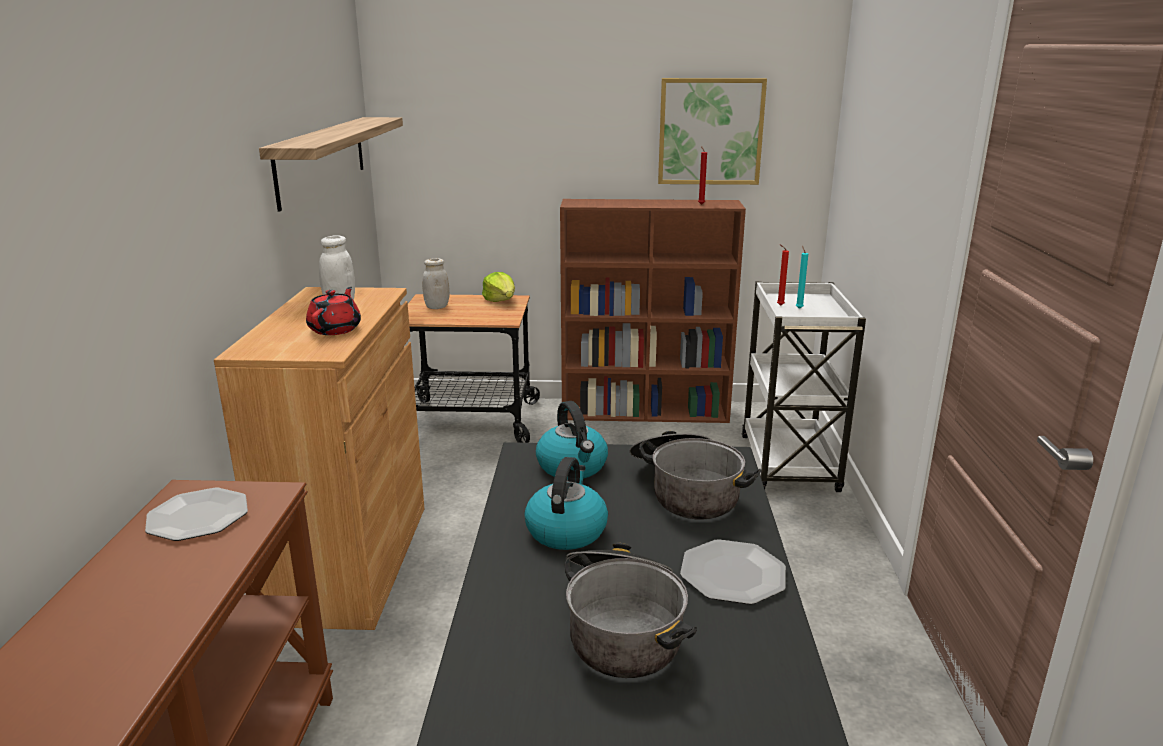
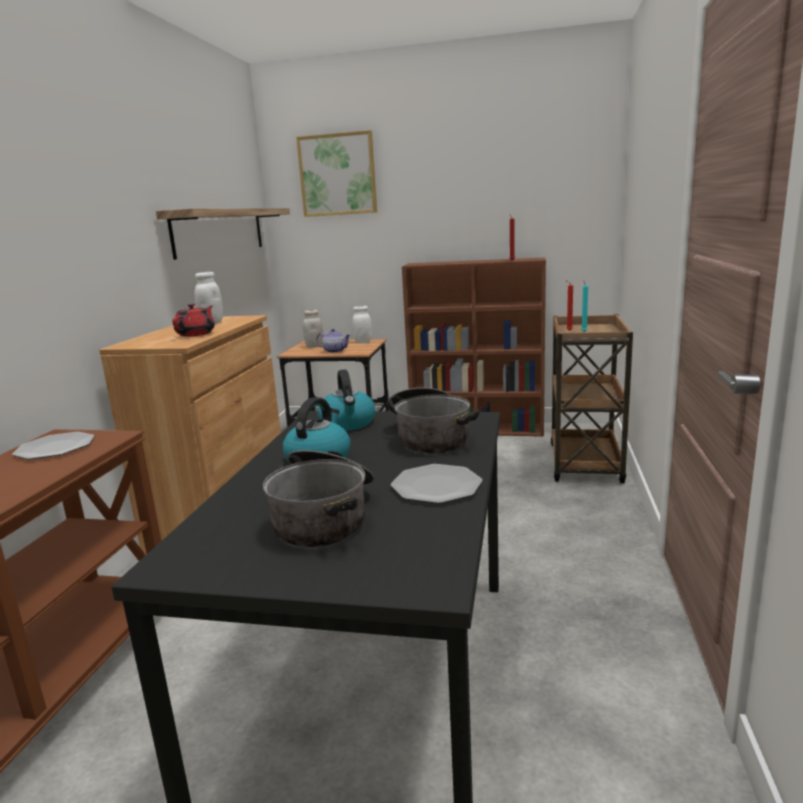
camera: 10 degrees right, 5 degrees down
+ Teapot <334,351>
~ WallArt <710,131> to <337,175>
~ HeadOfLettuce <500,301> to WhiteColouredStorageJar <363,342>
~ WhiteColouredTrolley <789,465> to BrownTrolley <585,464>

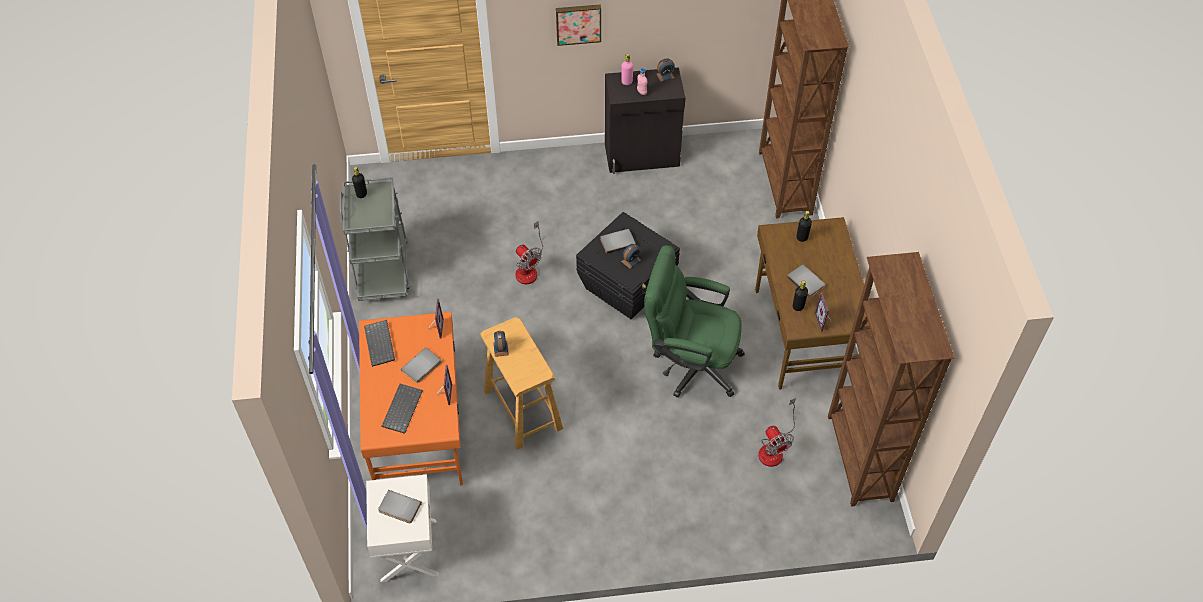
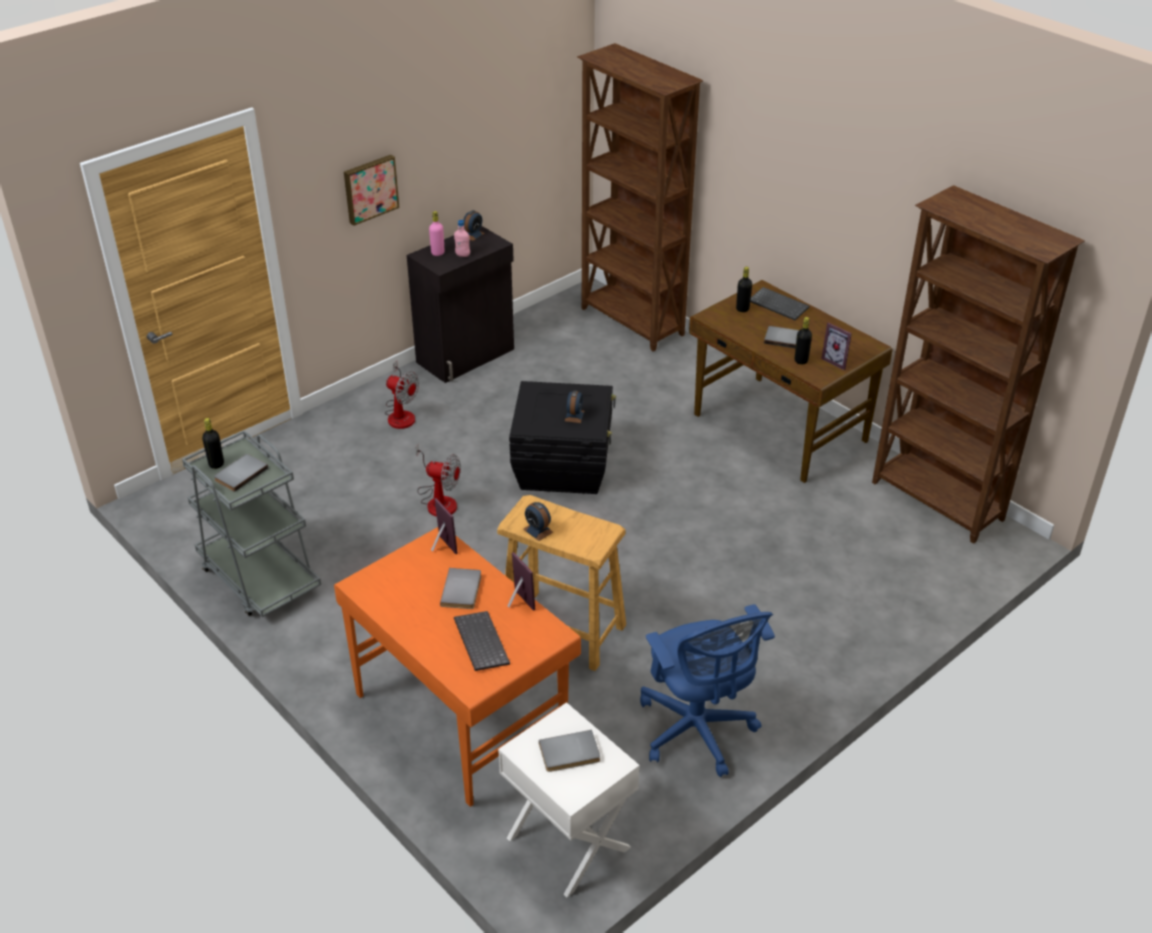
camera: 35 degrees left, 15 degrees down
- GreenComputerChair <690,363>
+ BluishComputerChair <698,732>
~ ComputerKeyboard <380,344> to <779,305>
~ GrayBook <617,241> to <240,473>
~ Fan <774,448> to <401,414>

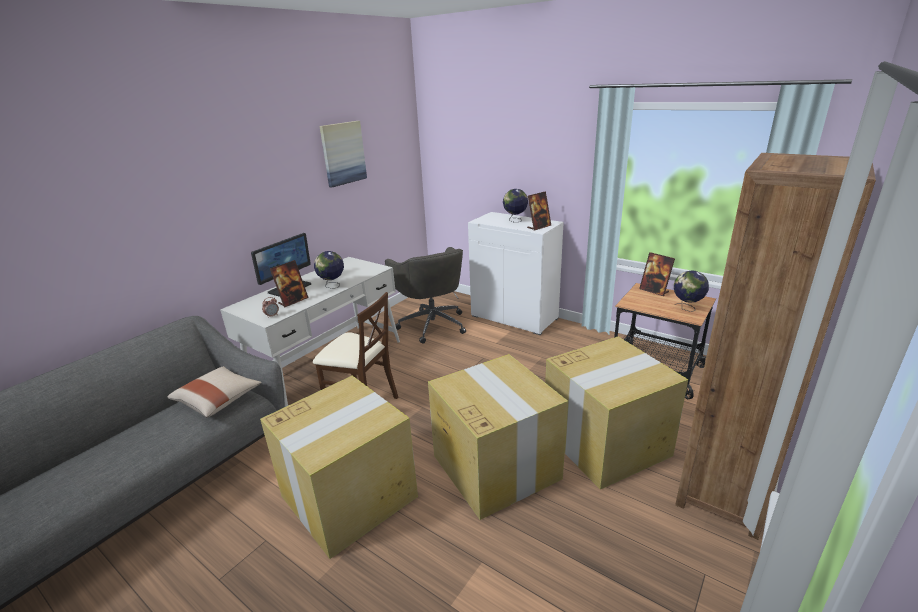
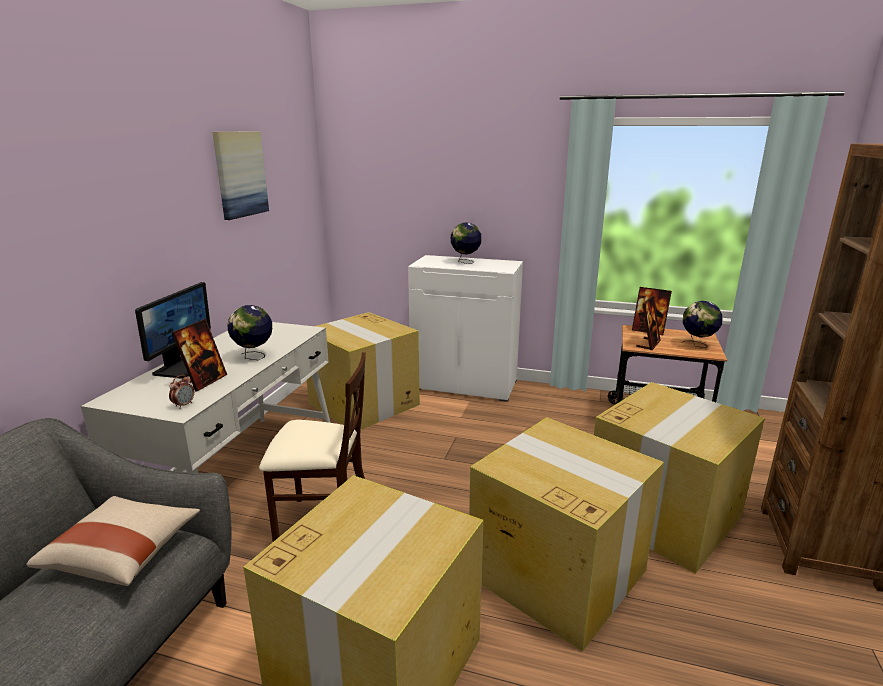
camera: 20 degrees left, 5 degrees down
~ PhotoFrame <539,227> to <648,344>
~ GrayComputerChair <432,324> to Carton <364,404>

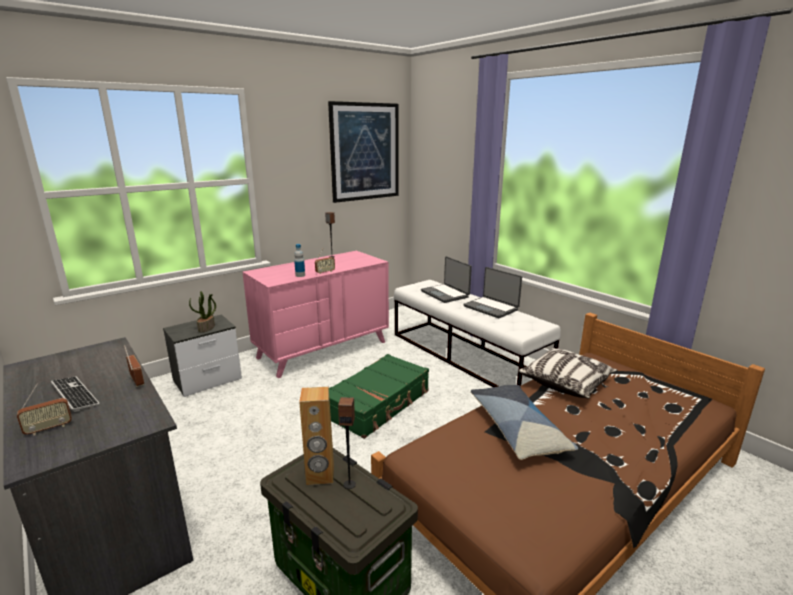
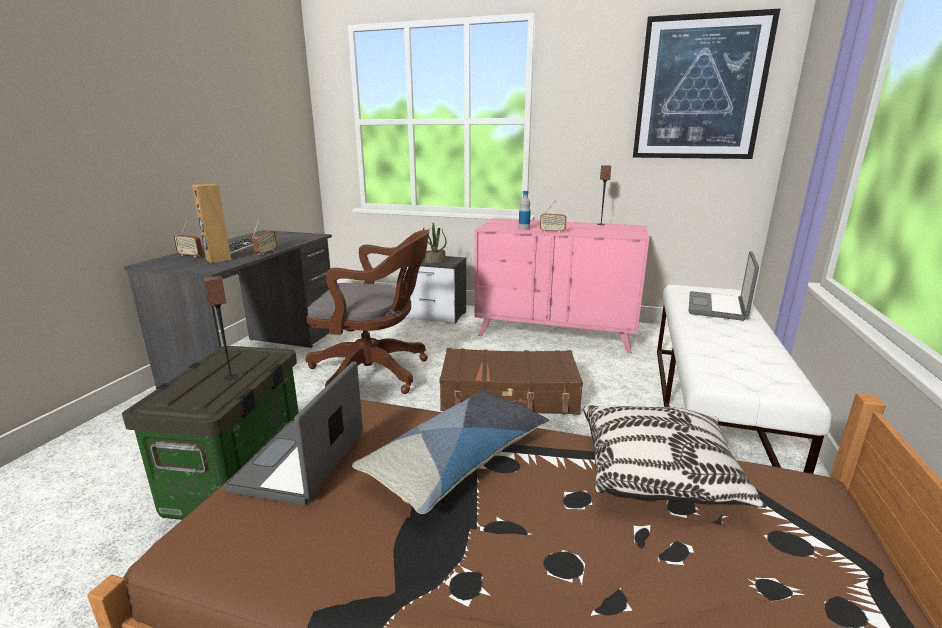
camera: 55 degrees right, 0 degrees up
+ BrownComputerChair <375,373>
~ BrownSpeaker <320,476> to <218,259>
~ Laptop <491,308> to <302,462>
~ GreenPieceOfLuggage <378,404> to BrownPieceOfLuggage <509,396>

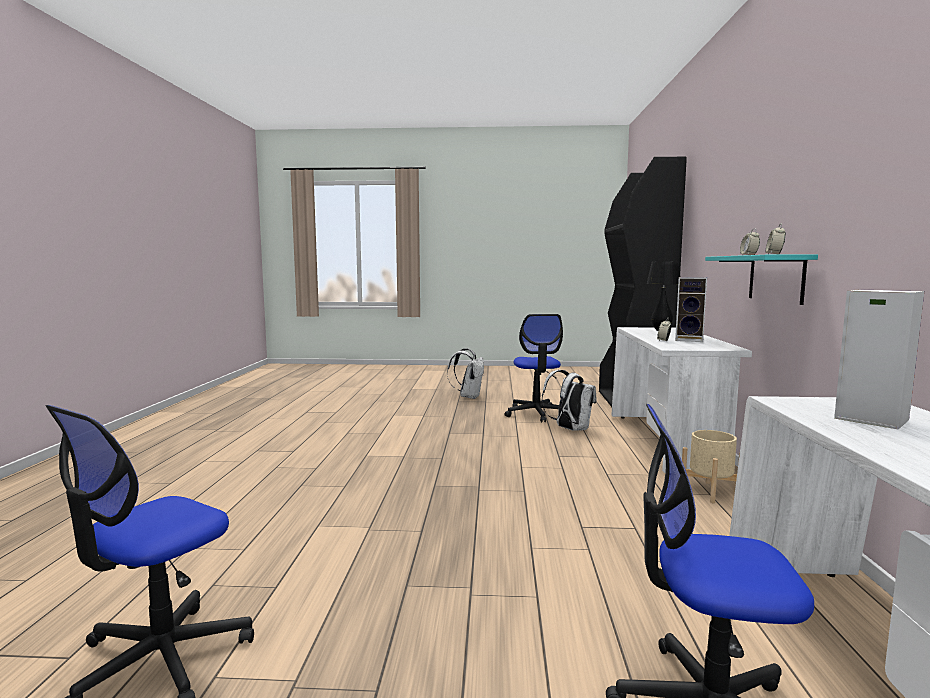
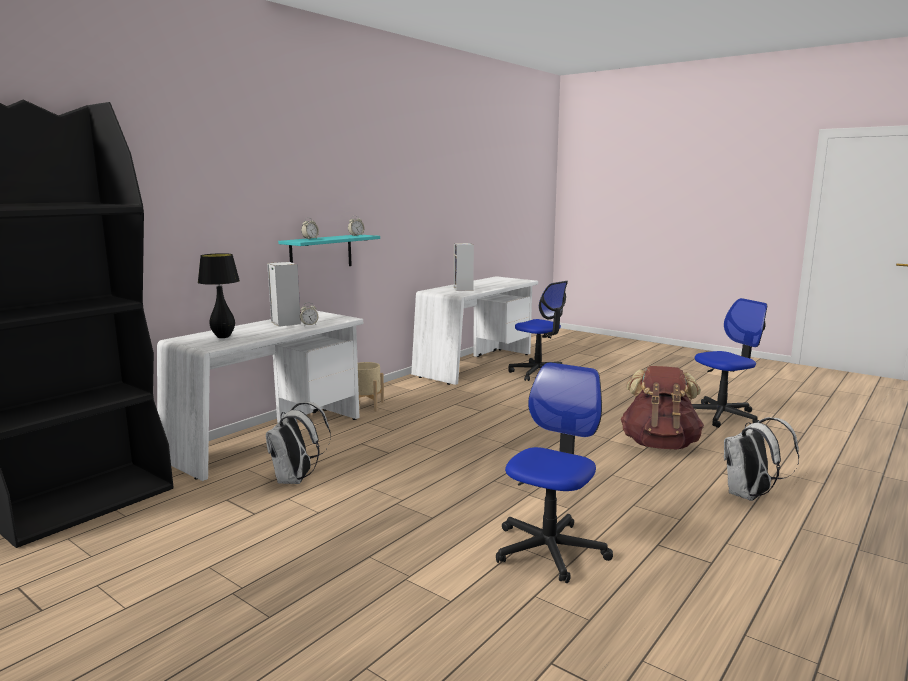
camera: 145 degrees left, 5 degrees up
+ BrownBackpack <659,444>
~ WhiteColouredBackpack <469,396> to <750,496>
~ ComputerChair <536,414> to <549,550>

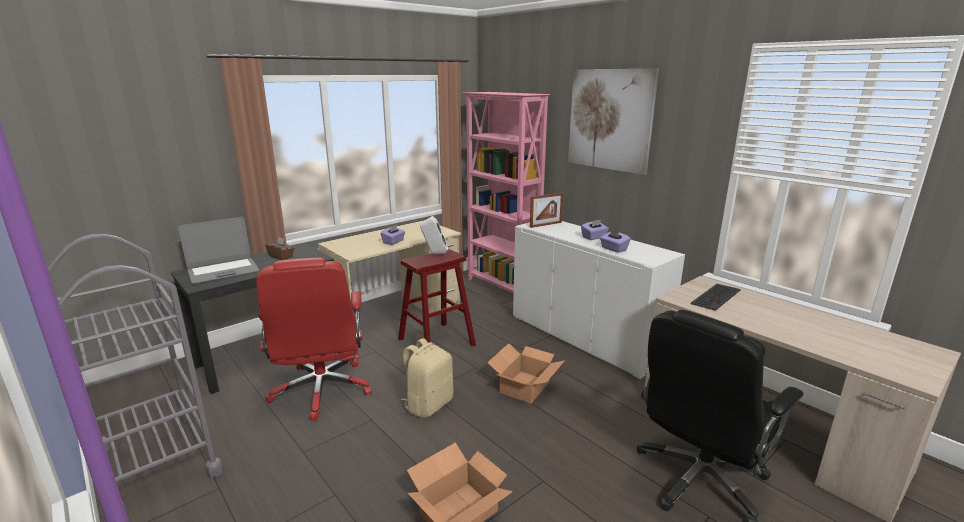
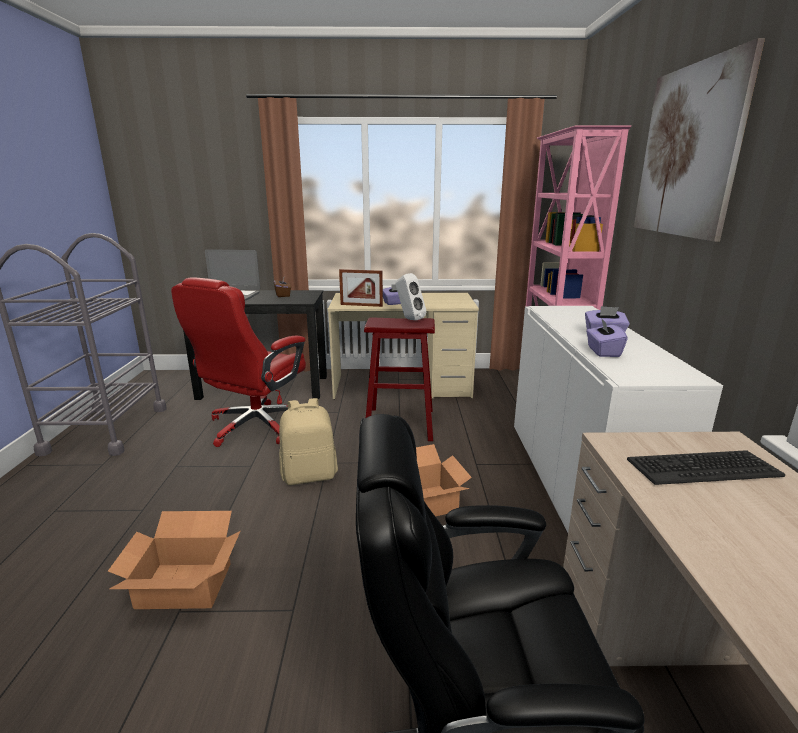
camera: 40 degrees right, 0 degrees up
~ PhotoFrame <545,225> to <361,305>

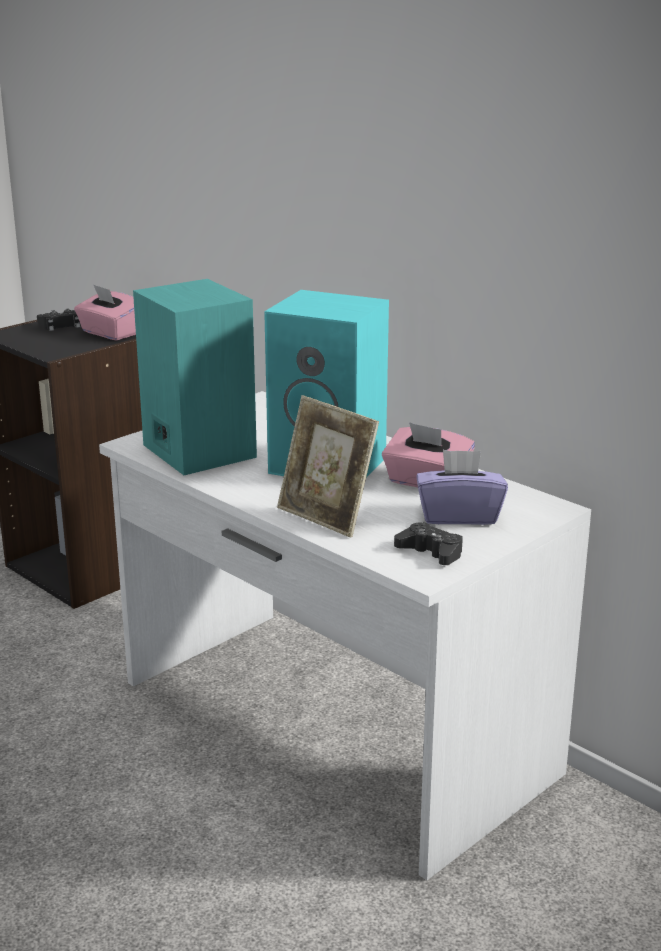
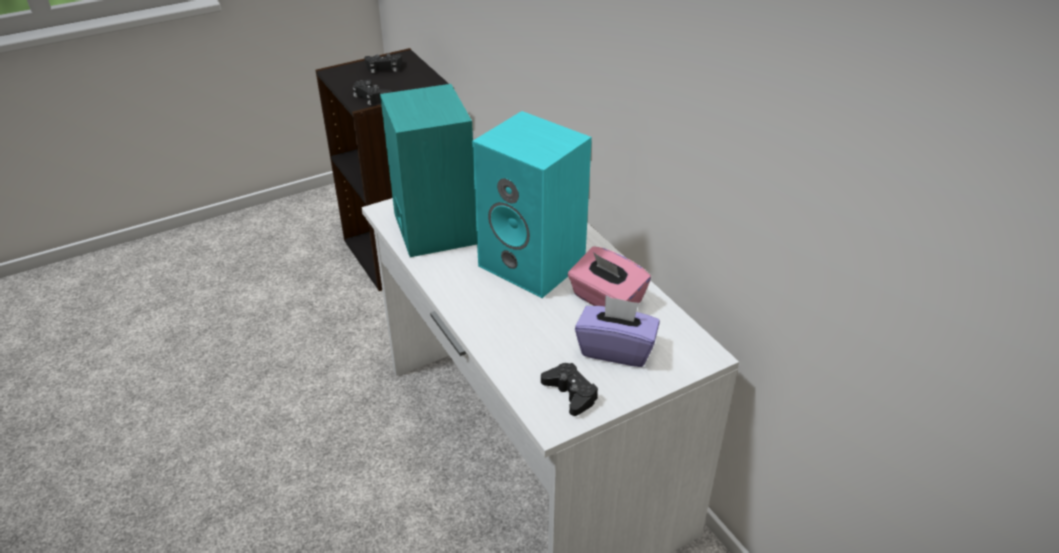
camera: 15 degrees right, 15 degrees up
- PinkishTissueBox <110,333>
- PhotoFrame <326,517>
+ BlackGamepad <371,96>

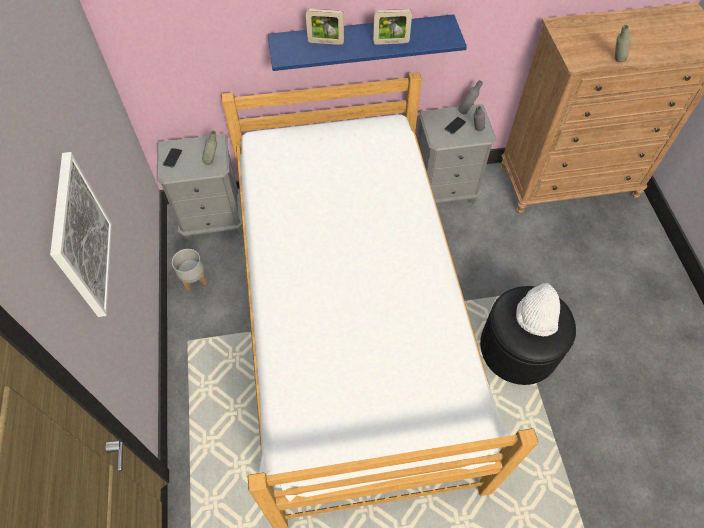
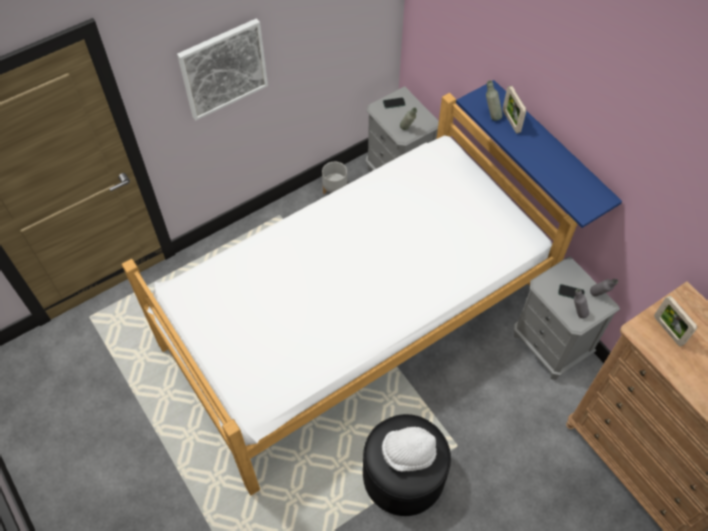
camera: 65 degrees right, 0 degrees up
~ PhotoFrame <391,42> to <668,330>
~ GrayBottle <615,61> to <491,116>

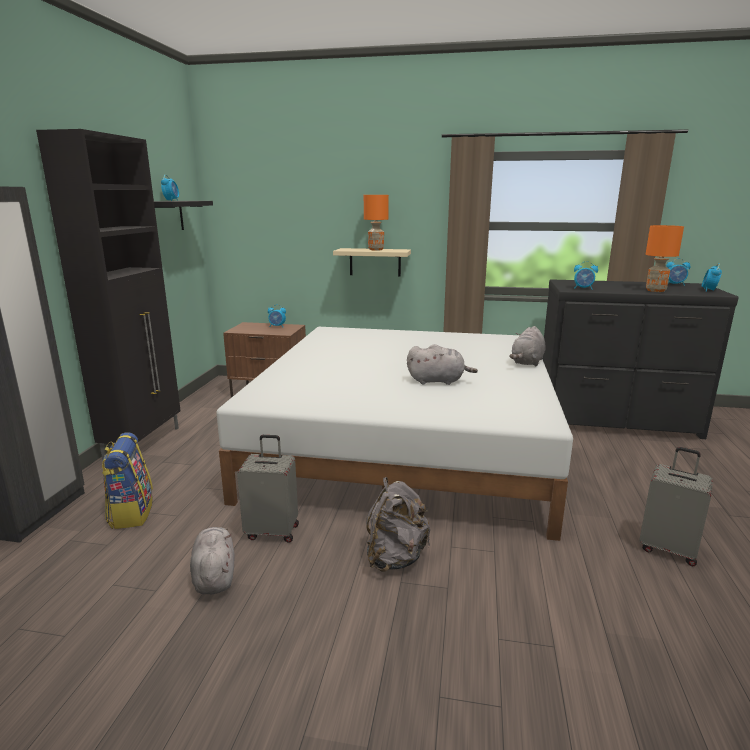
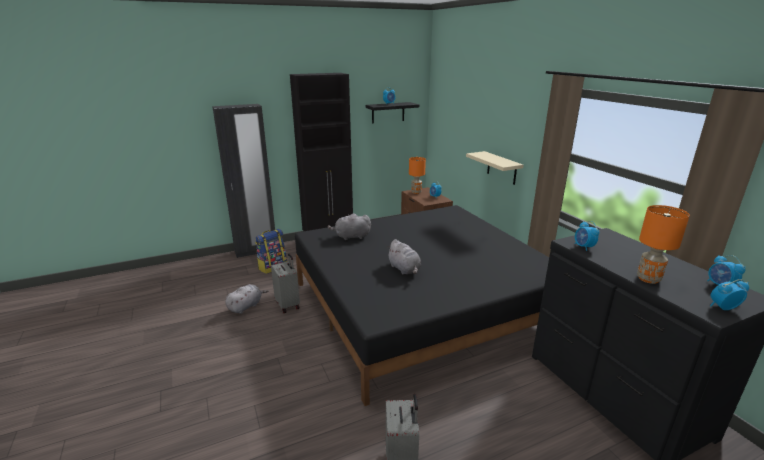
camera: 55 degrees right, 5 degrees up
- GrayBackpack <395,557>
~ OrangeTabletopLamp <375,249> to <416,192>
~ GrayCuddlyToy <527,362> to <351,237>
~ WhiteColouredSleepingBed <406,443> to BlackSleepingBed <422,306>

